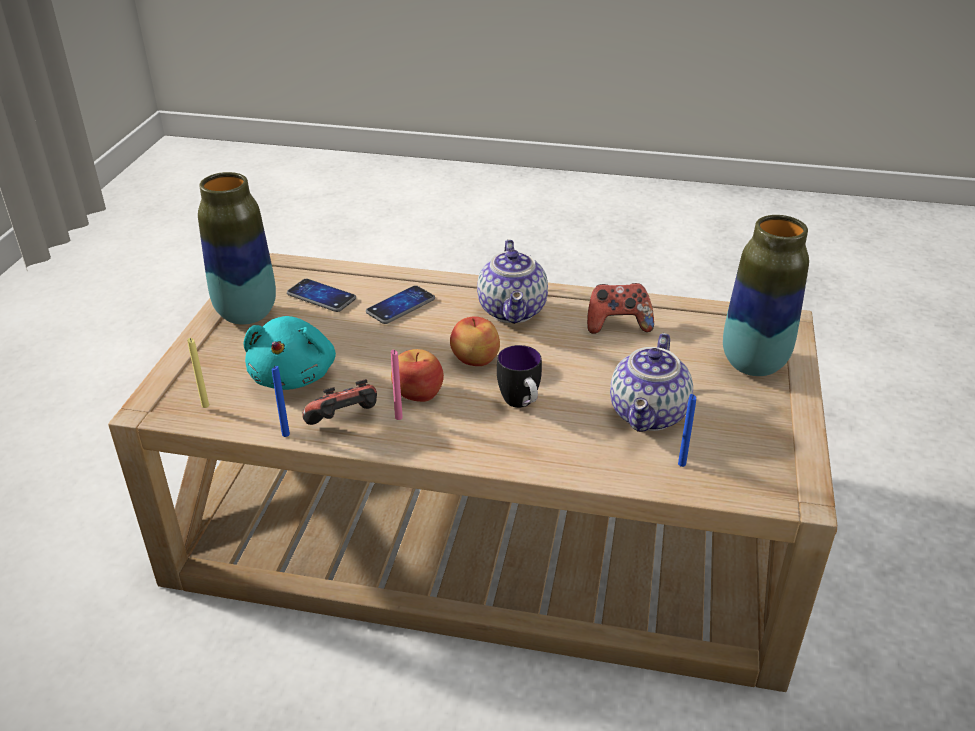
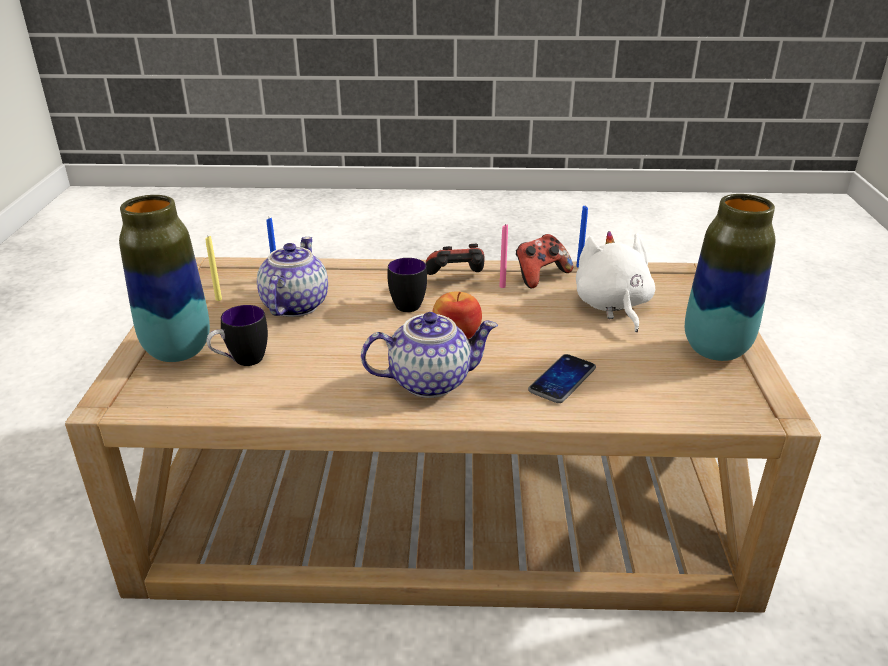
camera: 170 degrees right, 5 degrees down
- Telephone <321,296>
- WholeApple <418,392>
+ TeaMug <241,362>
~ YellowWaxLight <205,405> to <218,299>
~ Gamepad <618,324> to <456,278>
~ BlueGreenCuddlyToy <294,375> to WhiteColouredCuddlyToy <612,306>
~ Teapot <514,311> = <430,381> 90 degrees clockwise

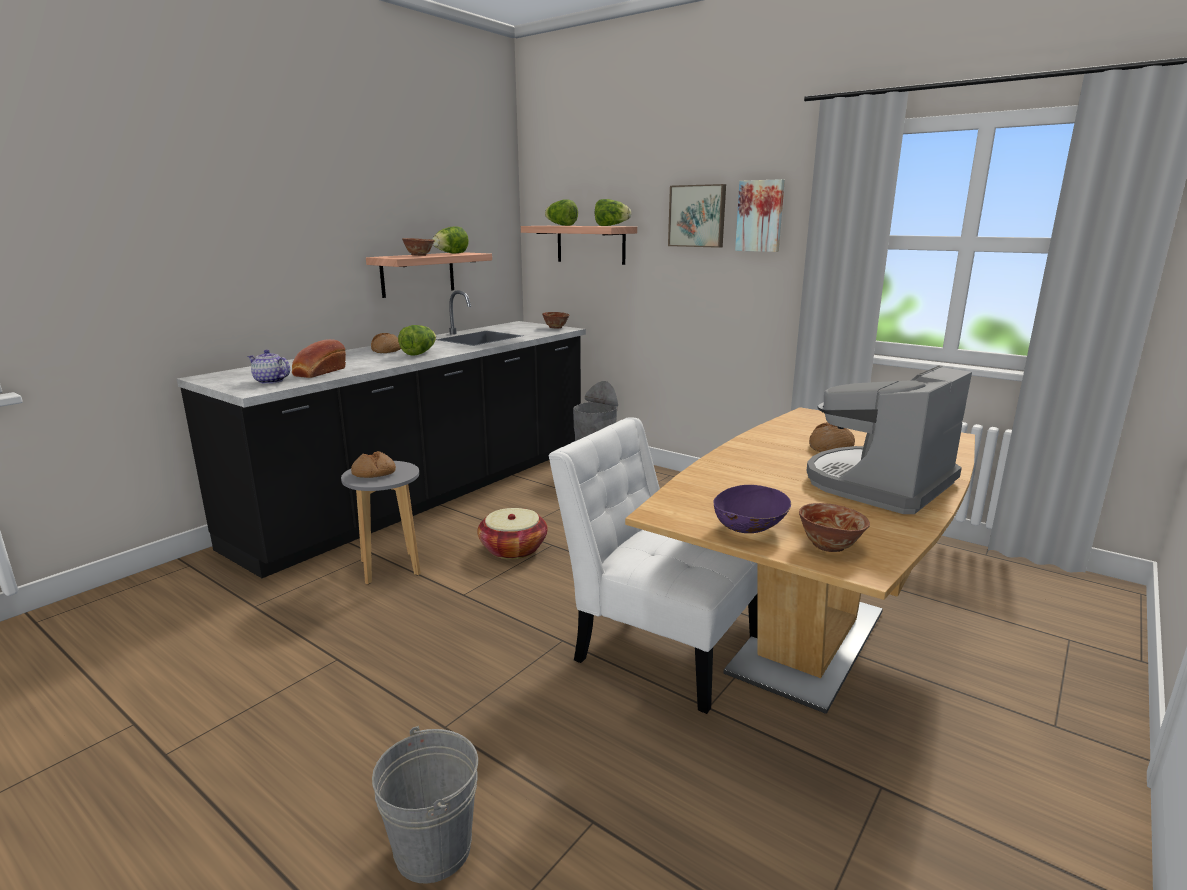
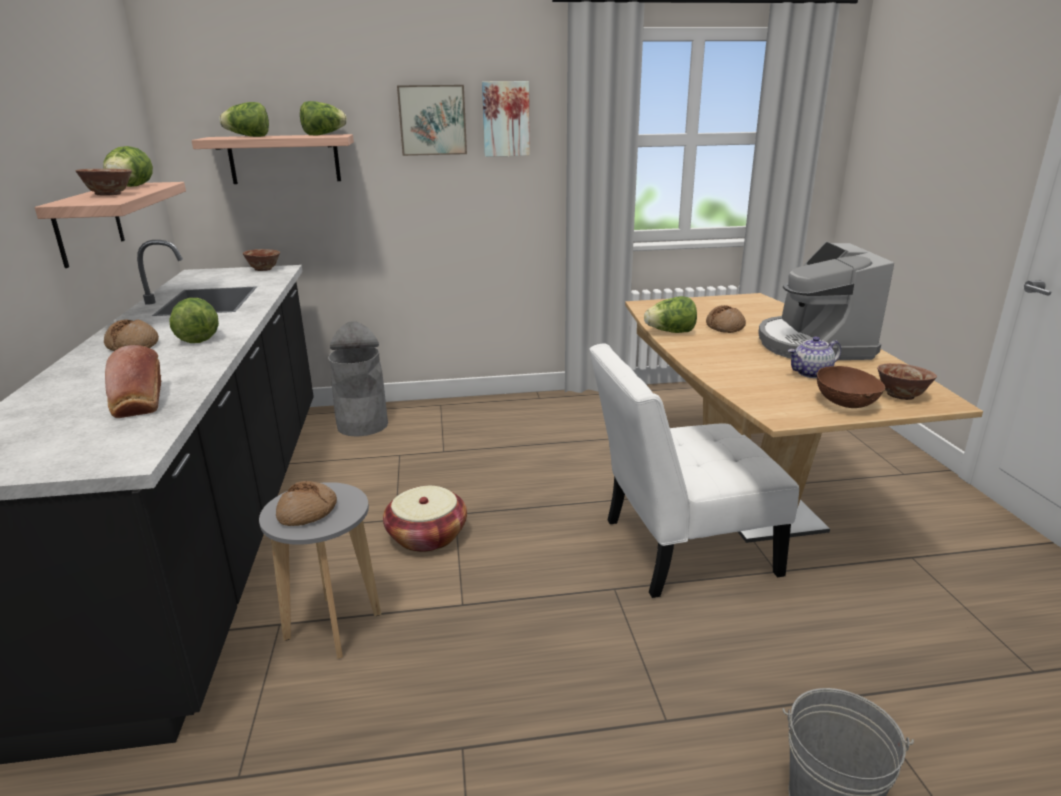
camera: 45 degrees left, 5 degrees up
+ HeadOfLettuce <670,332>
~ Teapot <270,381> to <811,373>
~ PurpleServingBowl <749,529> to BrownServingBowl <846,404>

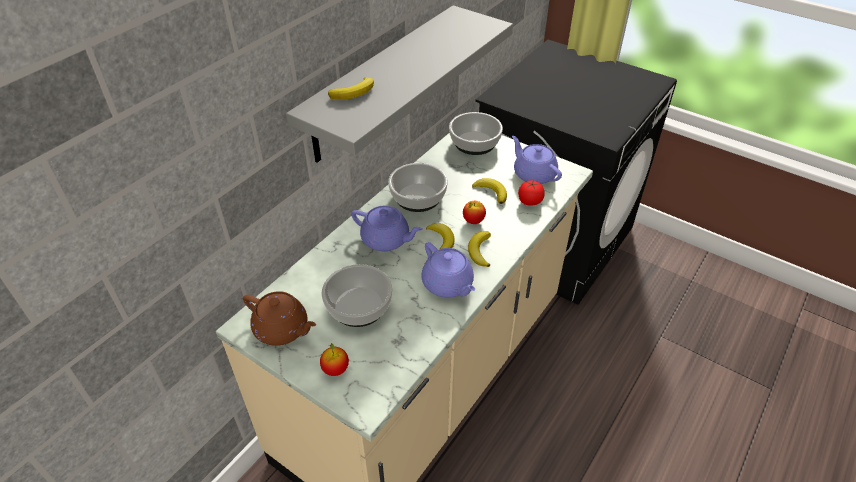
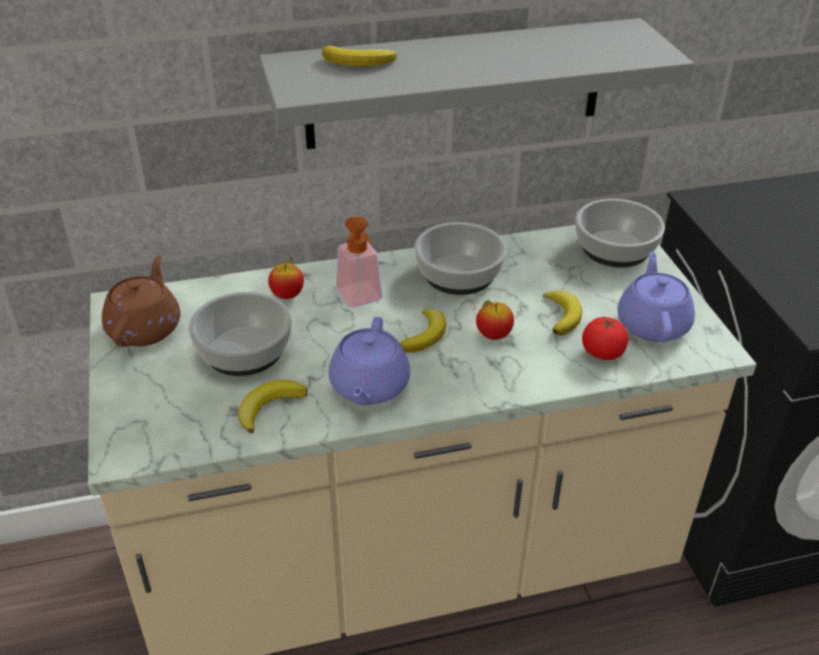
camera: 40 degrees right, 5 degrees down
~ WholeApple <335,369> to <287,295>
~ BananaFruit <479,251> to <269,407>
~ PurpleTeapot <386,240> to SoapDispenser <362,300>
~ BrownTeapot <282,329> = <145,328> 150 degrees counterclockwise

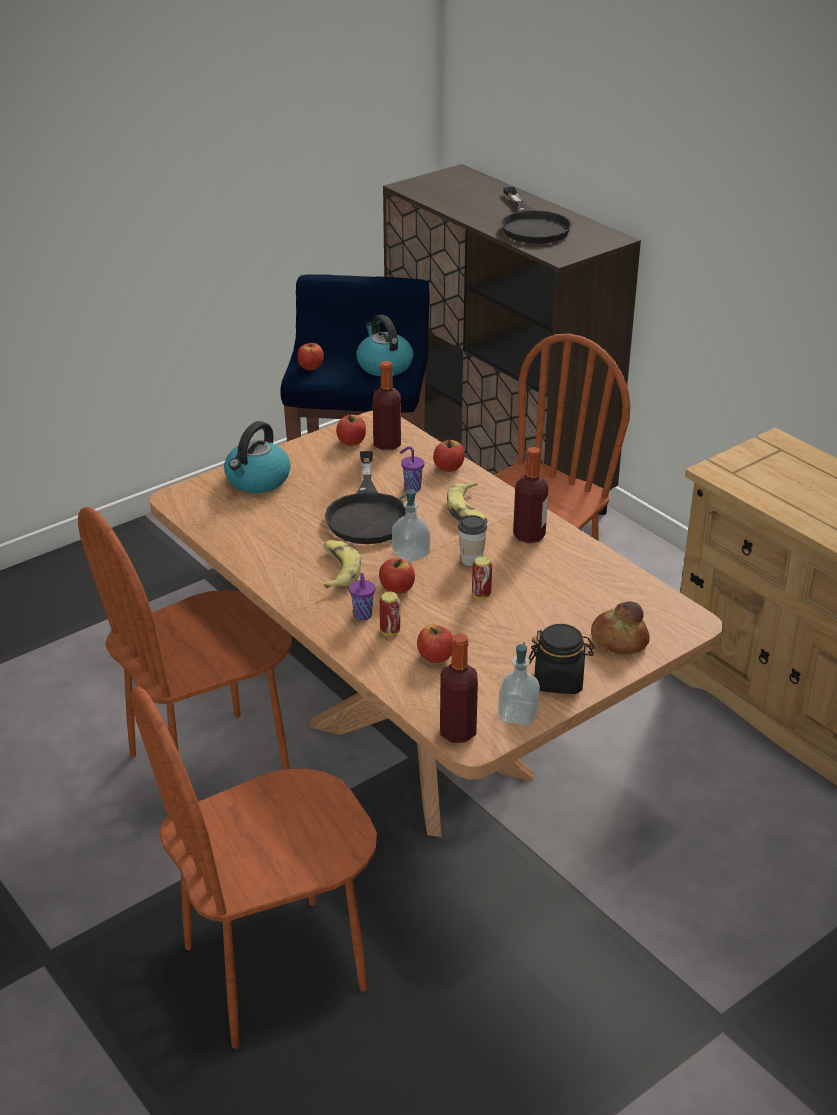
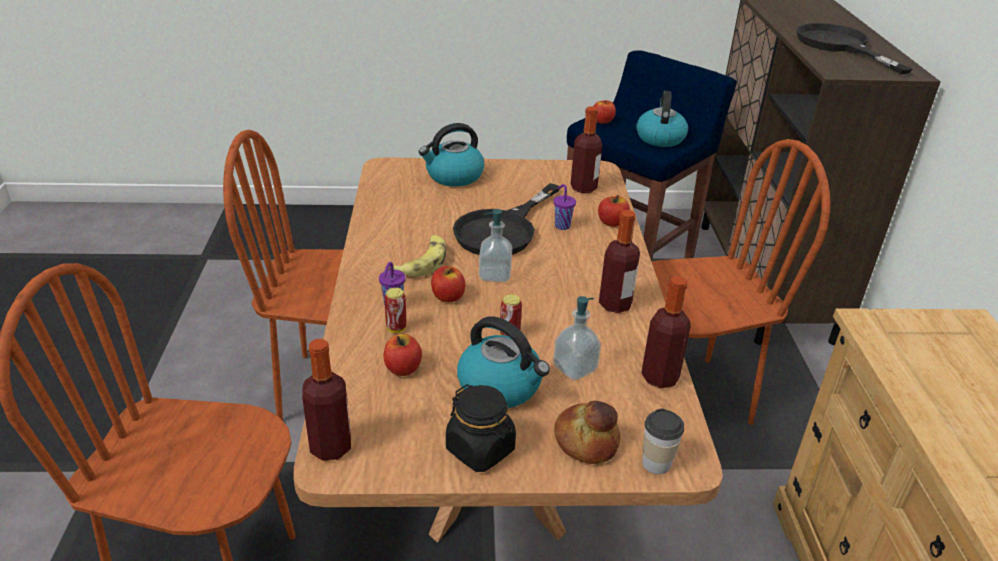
camera: 35 degrees right, 0 degrees up
- WholeApple <351,442>
- BananaFruit <469,511>
+ Kettle <501,386>
+ Bottle <660,377>
~ Cup <471,559> to <656,463>
~ SoapDispenser <518,715> to <575,368>
~ BlackPan <532,225> = <839,46> 135 degrees clockwise

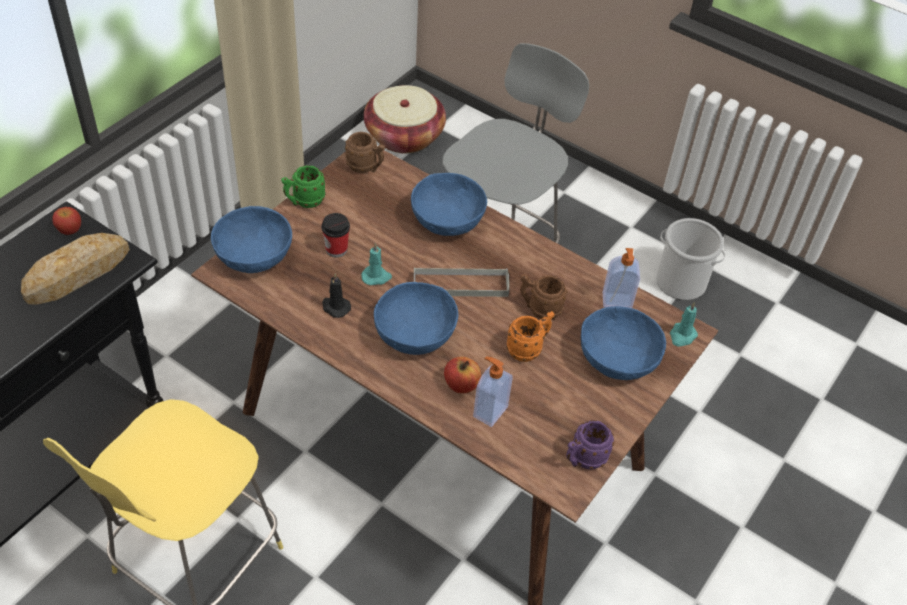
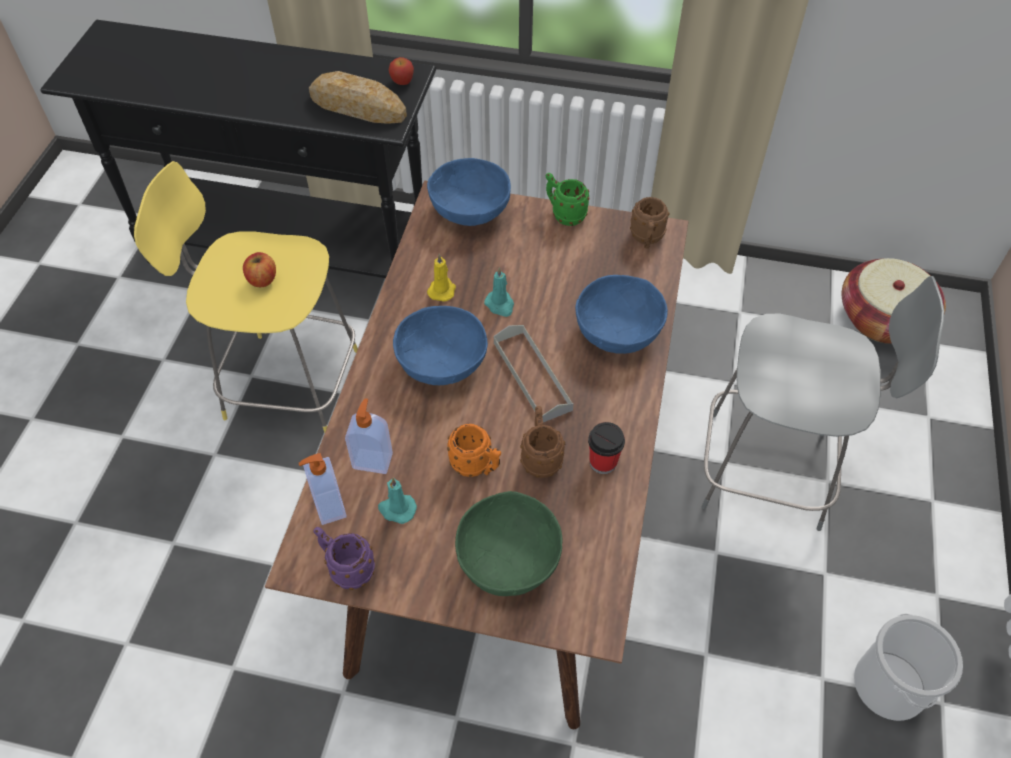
camera: 70 degrees right, 5 degrees up
~ Cup <336,249> to <603,462>
~ WholeApple <461,384> to <262,280>
~ SoapDispenser <617,302> to <328,507>
~ BlueGreenWaxLight <682,336> to <397,509>
~ BlackWaxLight <335,307> to YellowWaxLight <442,290>
~ BluishServingBowl <617,359> to GreenServingBowl <509,559>

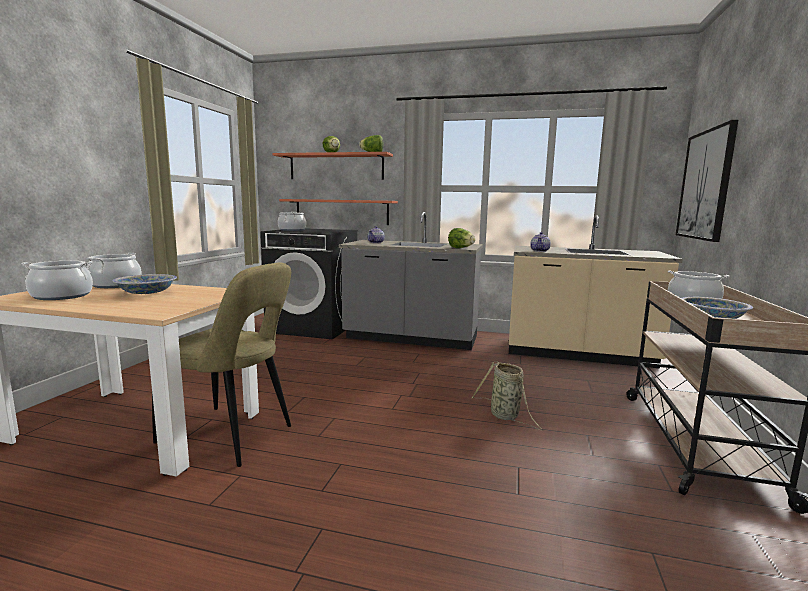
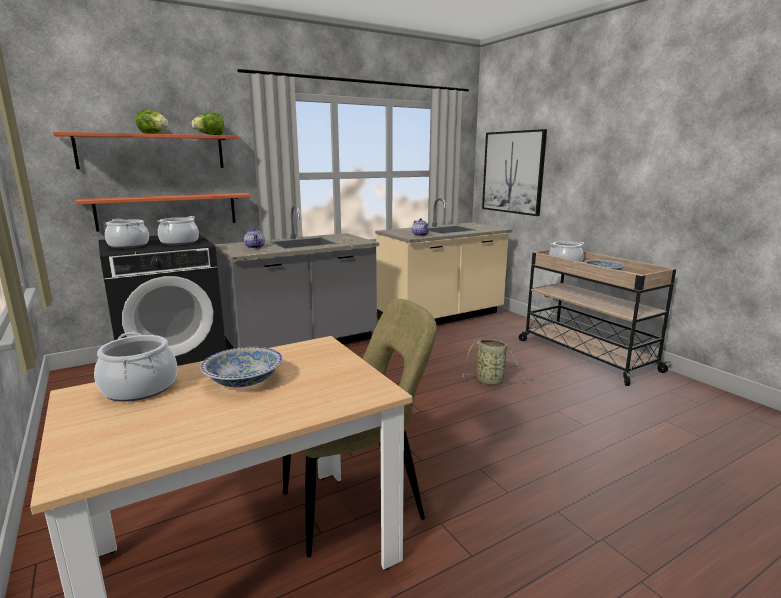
camera: 45 degrees left, 5 degrees up
- HeadOfLettuce <461,248>
~ Stockpot <62,296> to <179,242>

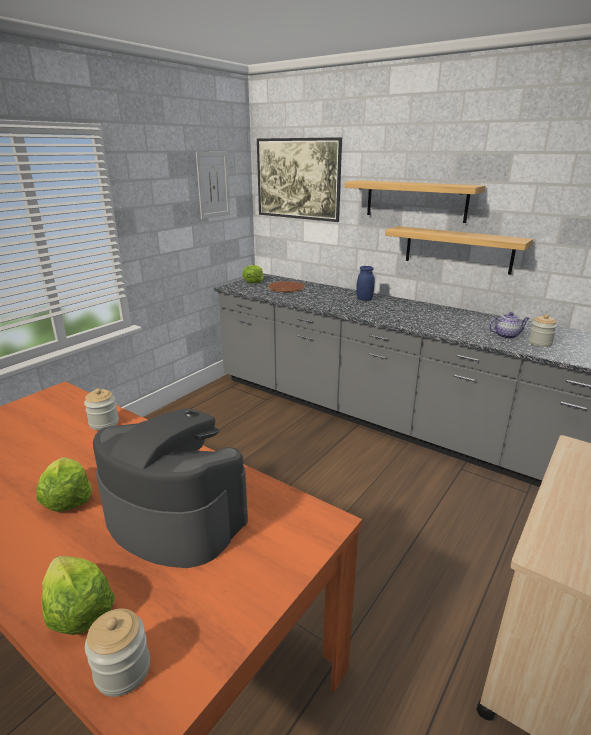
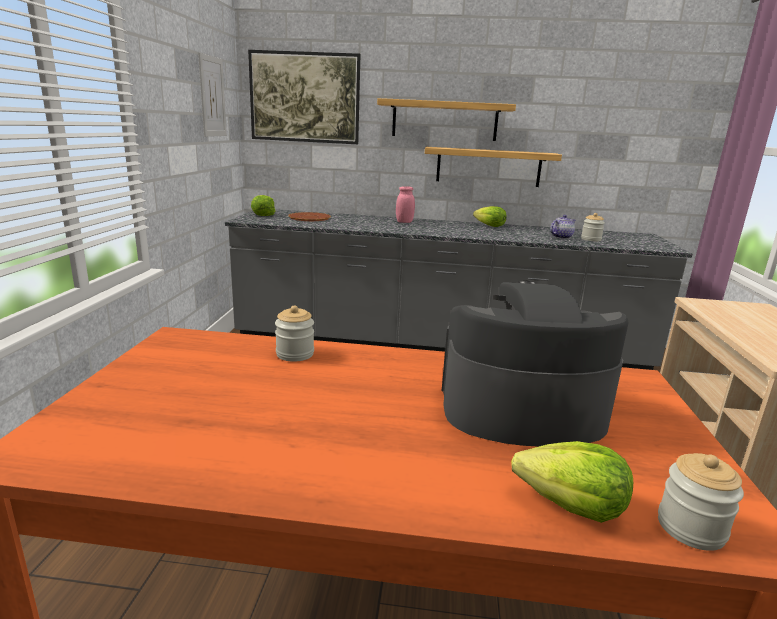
camera: 30 degrees left, 5 degrees down
~ HeadOfLettuce <67,498> to <489,226>
~ BluishStorageJar <364,299> to PinkishStorageJar <404,222>

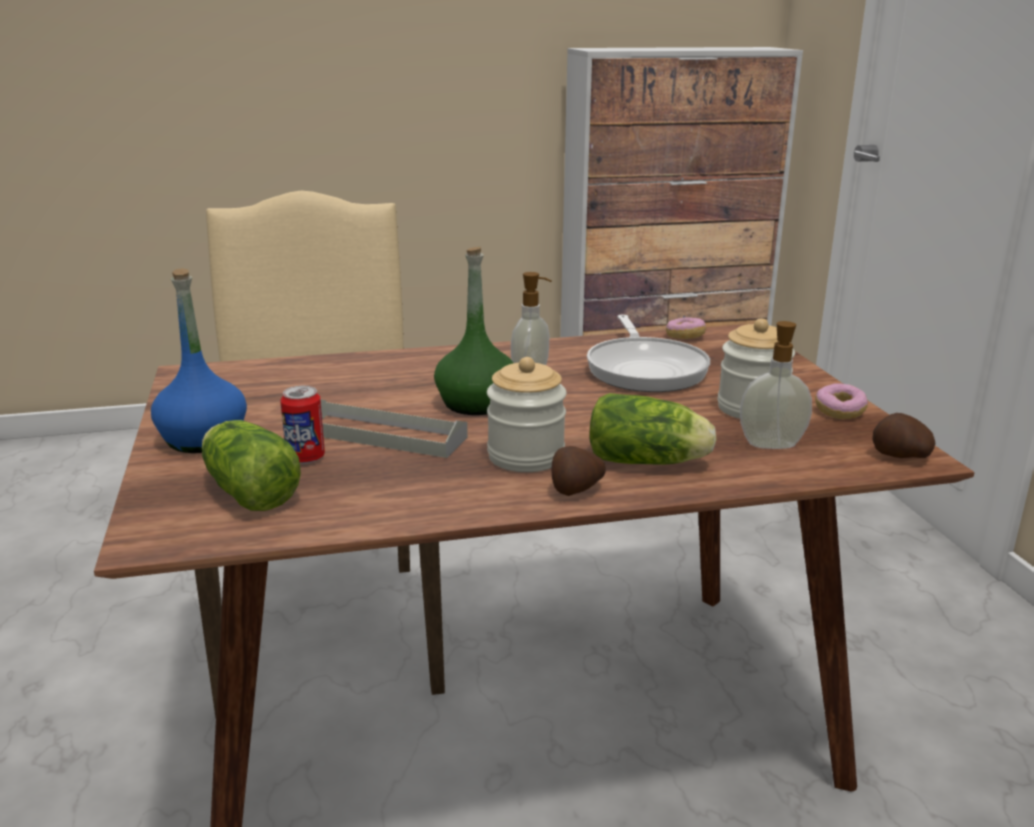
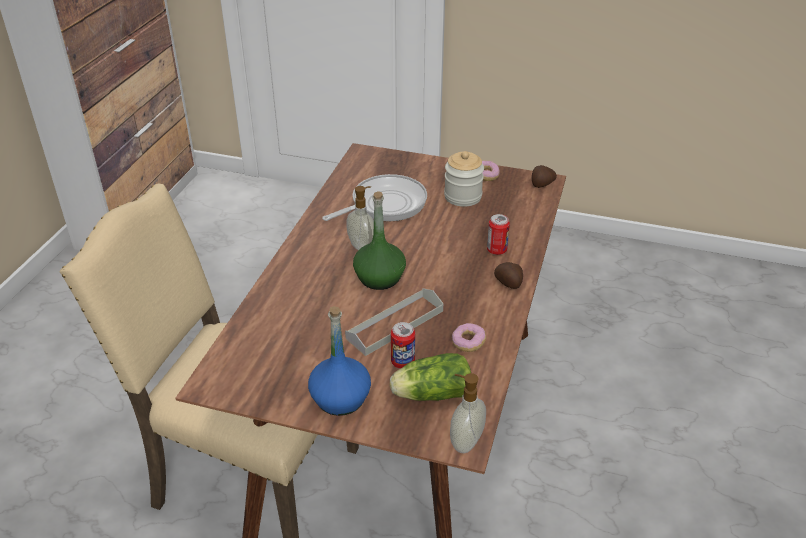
camera: 60 degrees left, 15 degrees up
- StorageJar <526,456>
~ Doughnut <685,337> to <468,343>
~ SoapDispenser <771,444> to <465,441>
~ HeadOfLettuce <650,462> to MetalCan <496,250>
~ Pan <645,369> = <384,204> 60 degrees counterclockwise

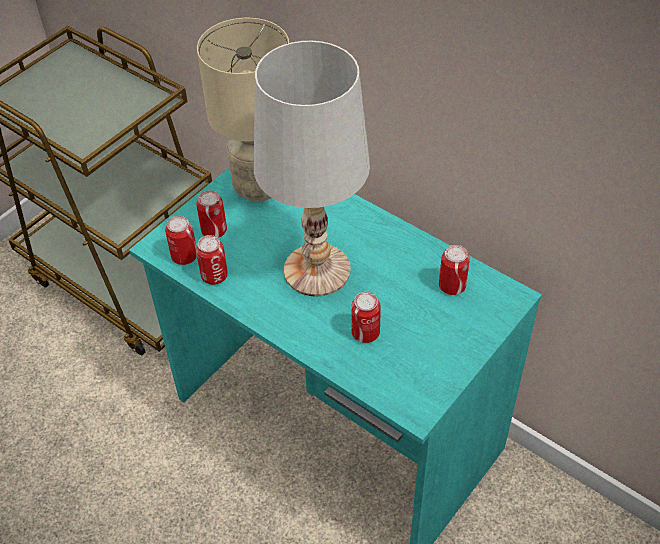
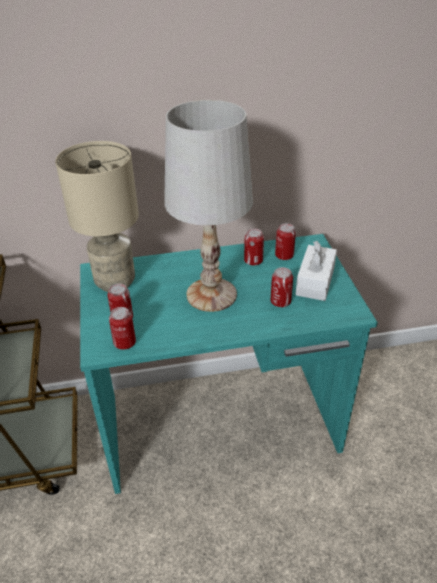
camera: 50 degrees left, 10 degrees down
+ WhiteColouredTissueBox <315,281>
~ MetalCan <214,276> to <253,261>

